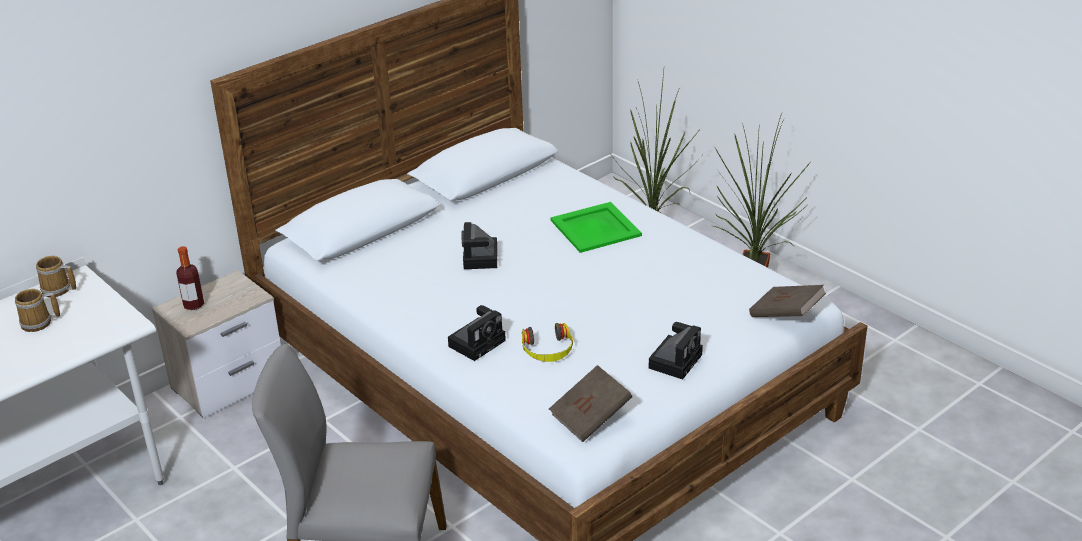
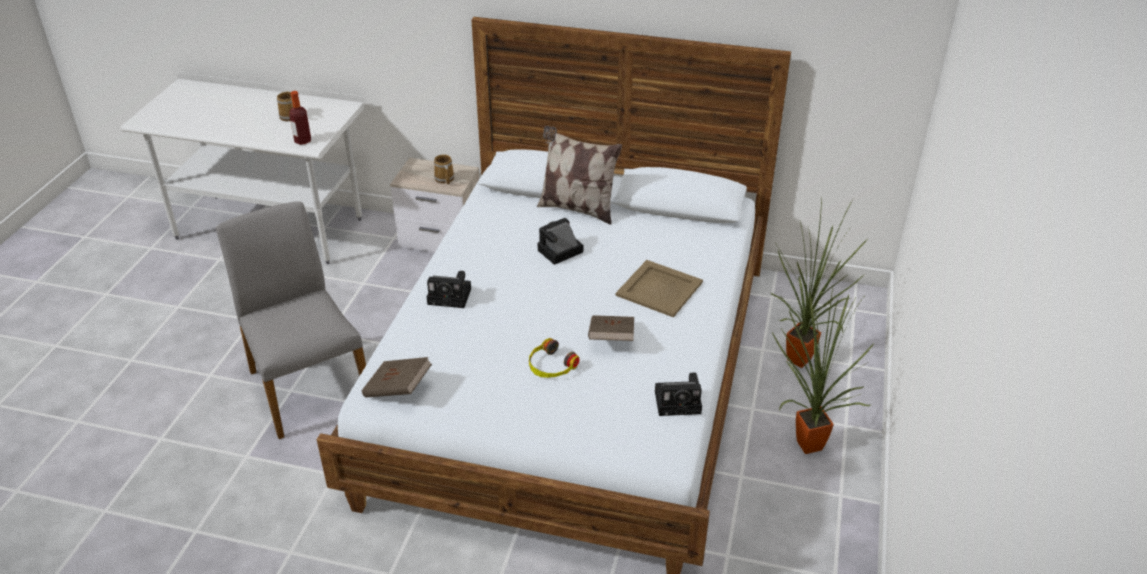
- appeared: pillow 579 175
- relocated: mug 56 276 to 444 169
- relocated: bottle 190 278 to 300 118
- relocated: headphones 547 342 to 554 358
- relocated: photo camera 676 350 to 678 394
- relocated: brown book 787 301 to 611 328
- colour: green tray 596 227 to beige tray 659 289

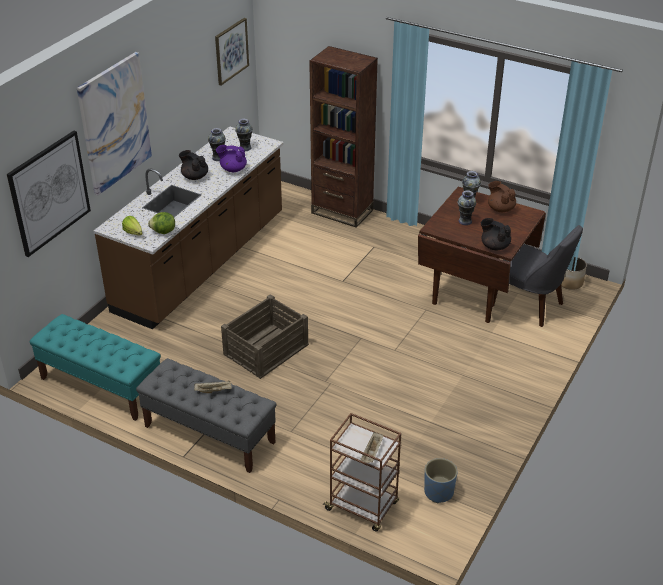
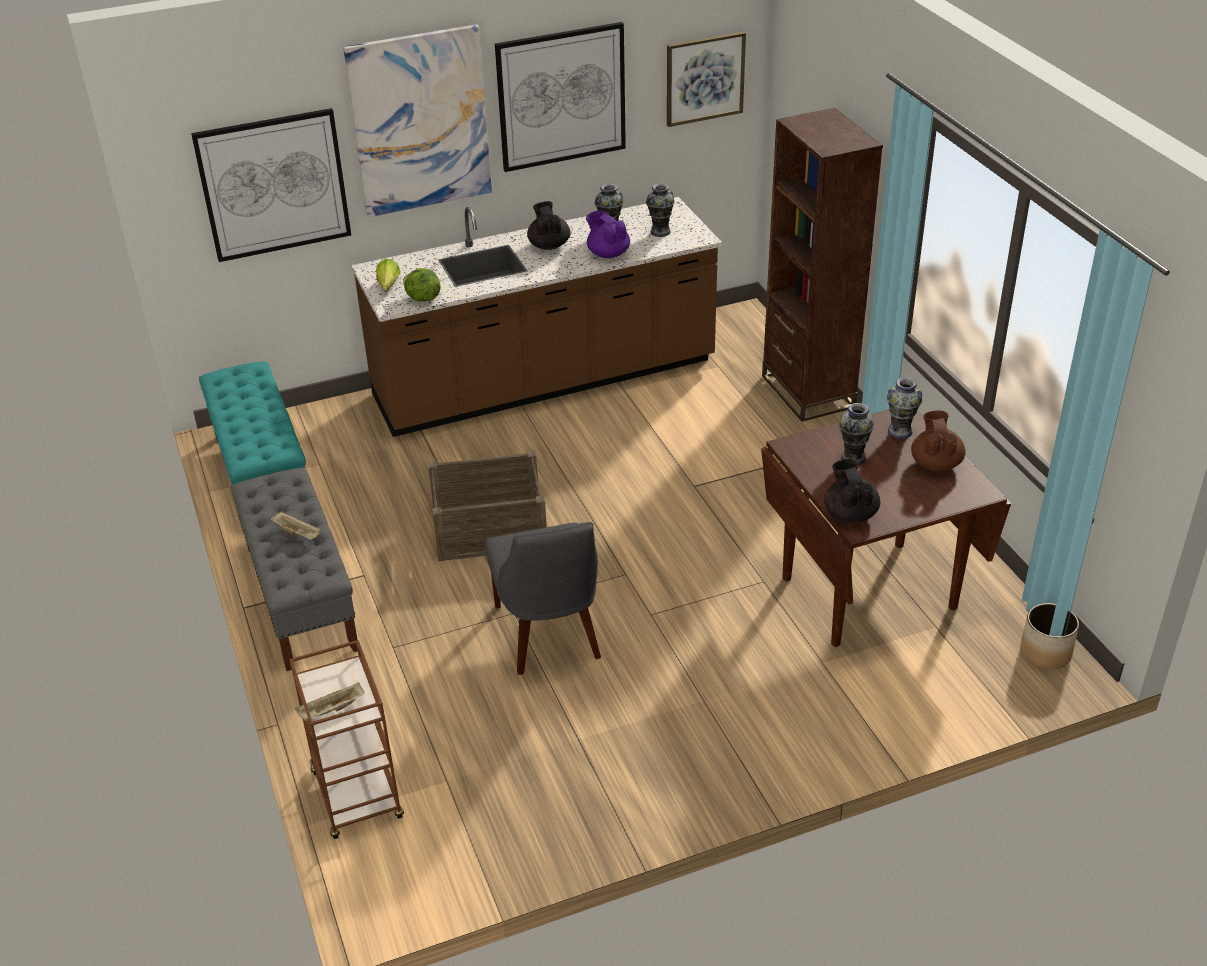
- missing: blue planter 440 480
- appeared: picture 560 97
- relocated: grey chair 537 276 to 543 598

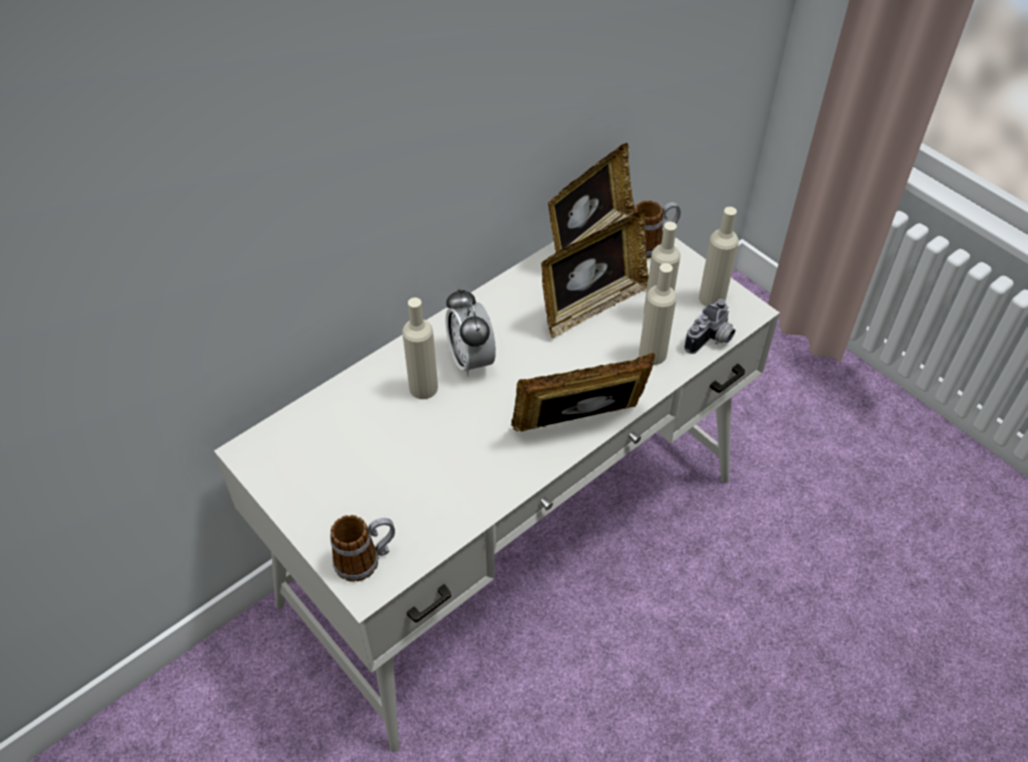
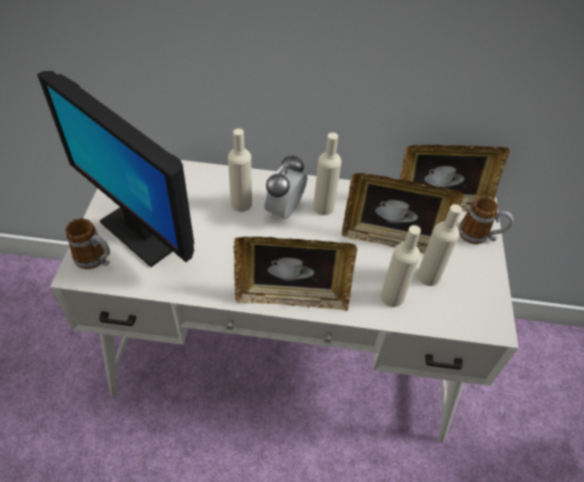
- missing: photo camera 709 326
- appeared: monitor 115 169
- relocated: beige bottle 719 256 to 327 174
- spun: picture frame 583 392 = 295 274 150 degrees clockwise

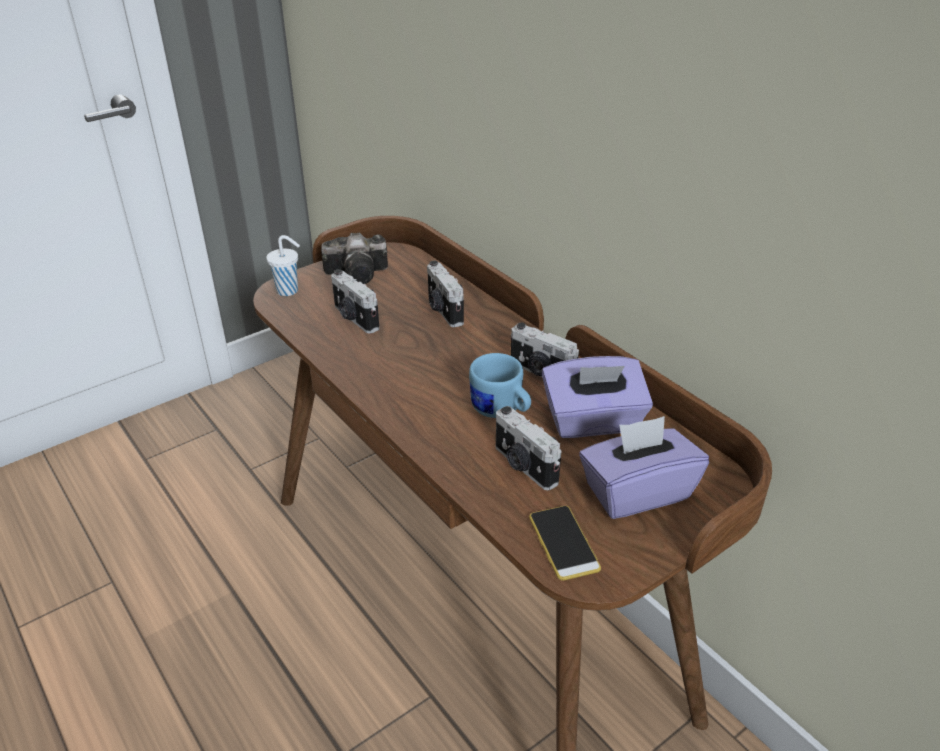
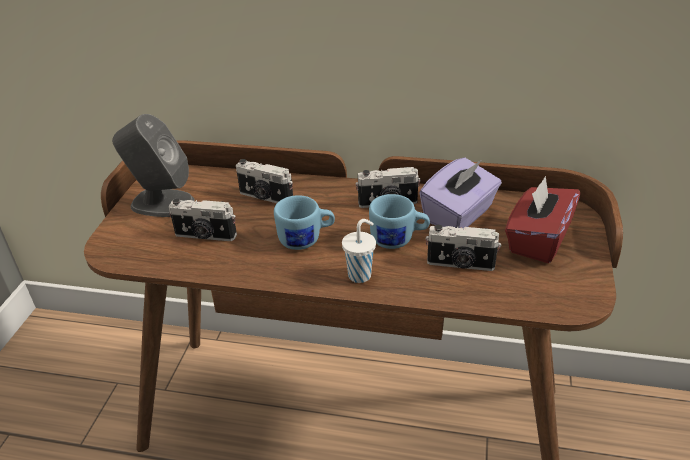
- missing: phone 565 543
- appeared: blue mug 304 222
- relocated: white cup 283 265 to 359 251
- exchanged: photo camera 354 258 to grey speaker 153 165
- colour: purple tissue box 644 467 to red tissue box 542 219

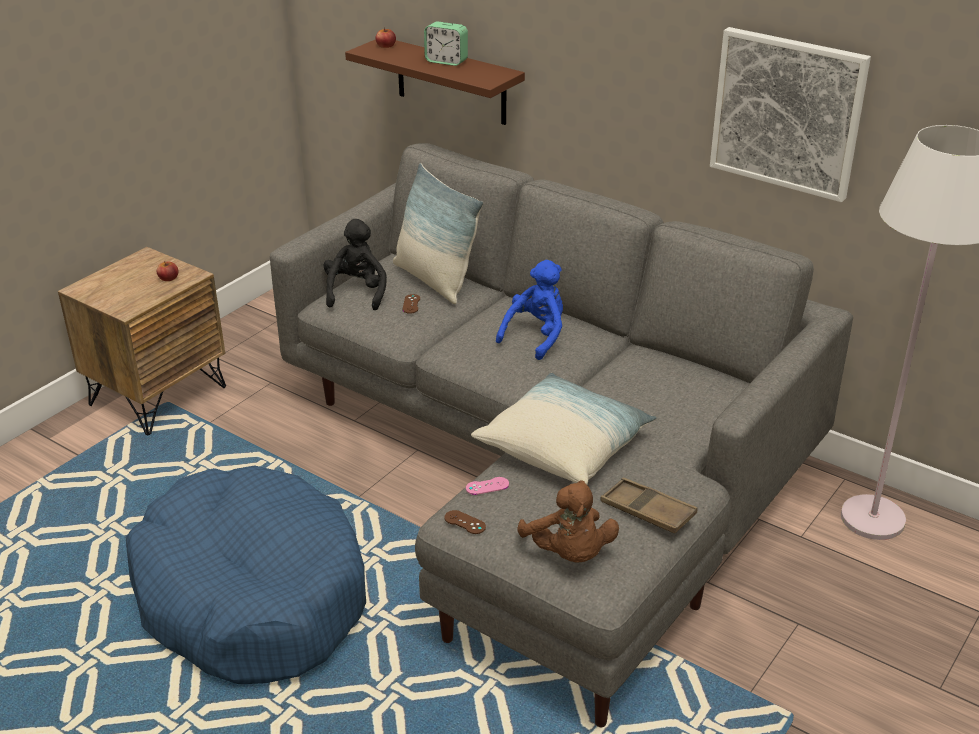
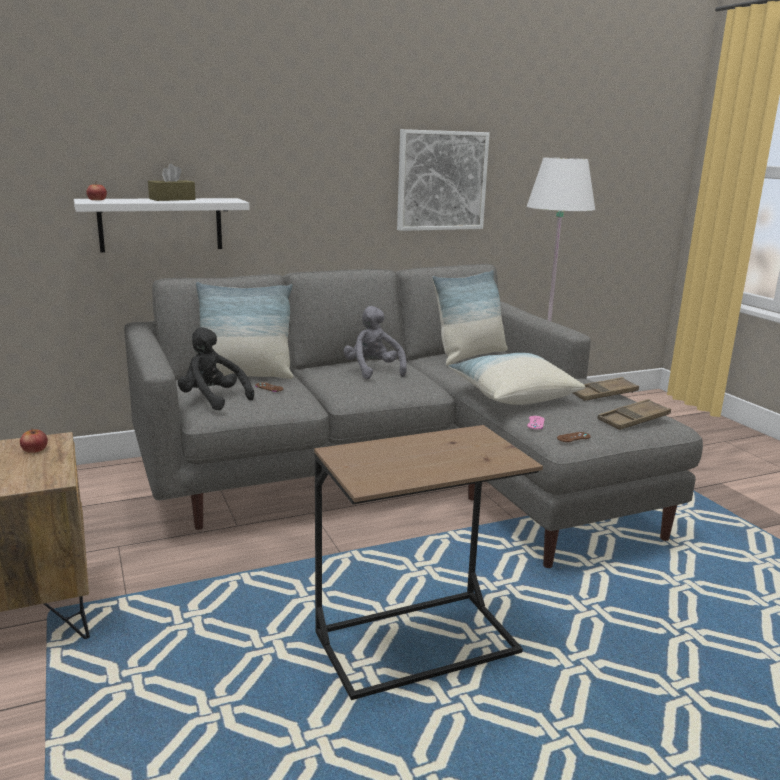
- appeared: pillow 470 318
- exchanged: blue dog bed 246 575 to brown side table 428 562
- exchanged: alarm clock 446 43 to brown tissue box 172 182
- exchanged: brown plush toy 568 521 to brown tray 634 414
- colour: brown shelf 435 82 to white shelf 162 225
- colour: blue plush toy 529 310 to grey plush toy 375 342

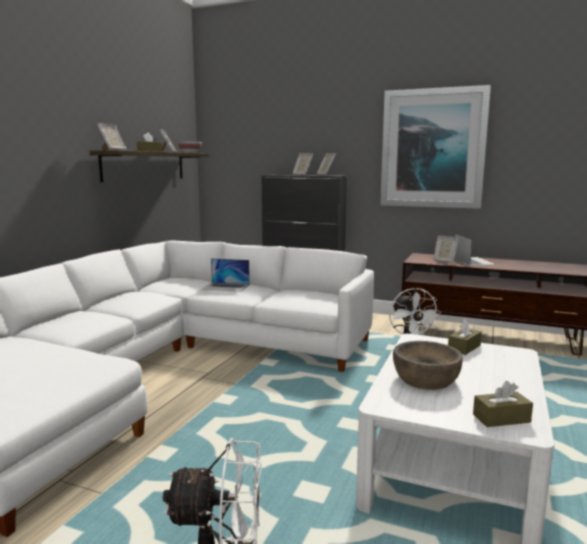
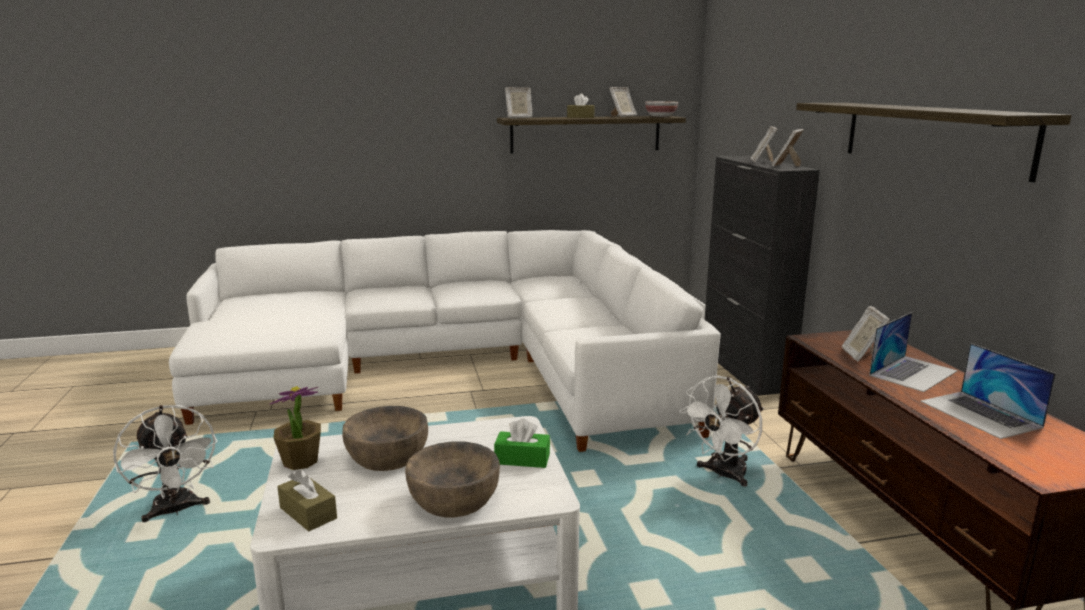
- appeared: potted plant 295 428
- appeared: brown bowl 452 479
- relocated: laptop 226 275 to 988 391
- exchanged: picture 435 147 to shelf 934 142
- colour: brown tissue box 465 337 to green tissue box 522 443

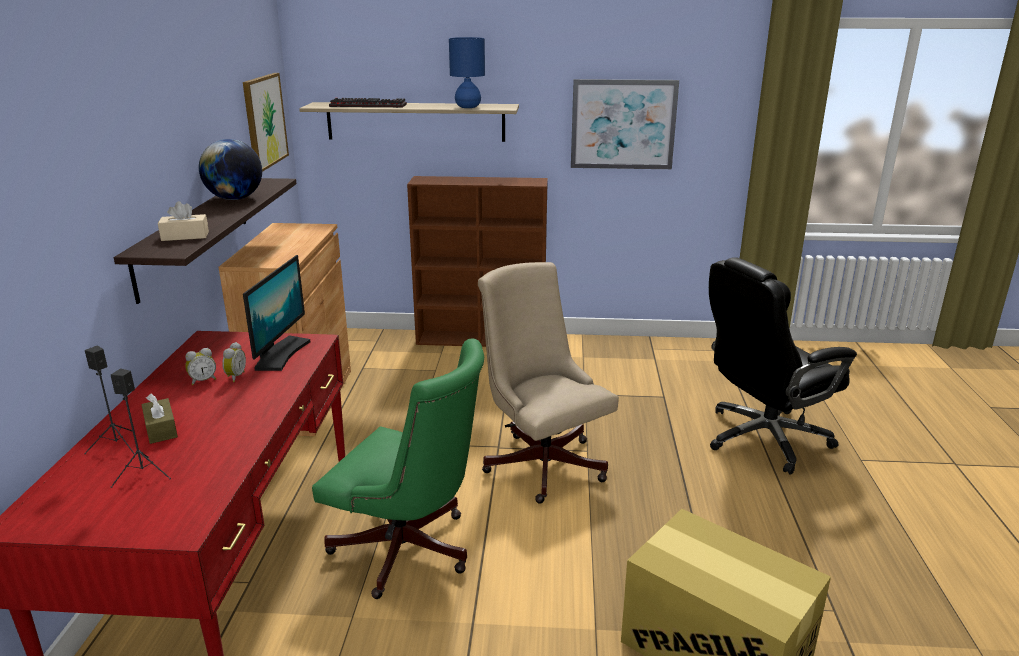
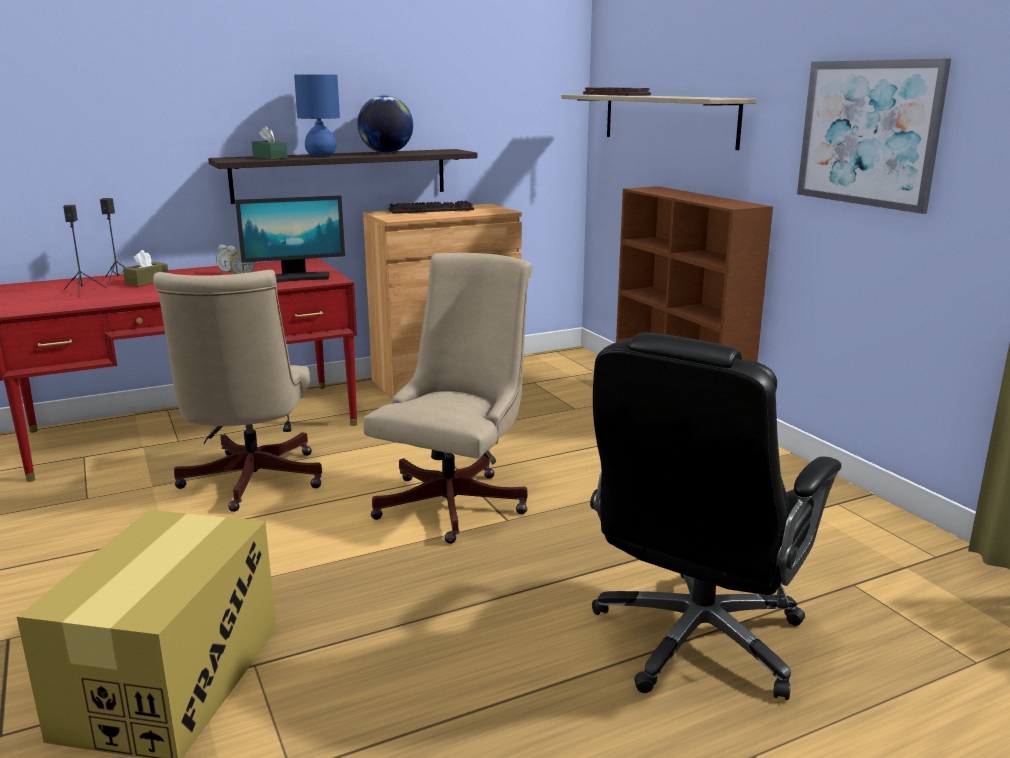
- missing: picture 266 122
- appeared: keyboard 431 207
- relocated: blue table lamp 467 72 to 317 116
- colour: beige tissue box 183 221 to green tissue box 270 143
- colour: green office chair 398 469 to beige office chair 237 391
- spun: black office chair 783 366 = 715 516 90 degrees counterclockwise

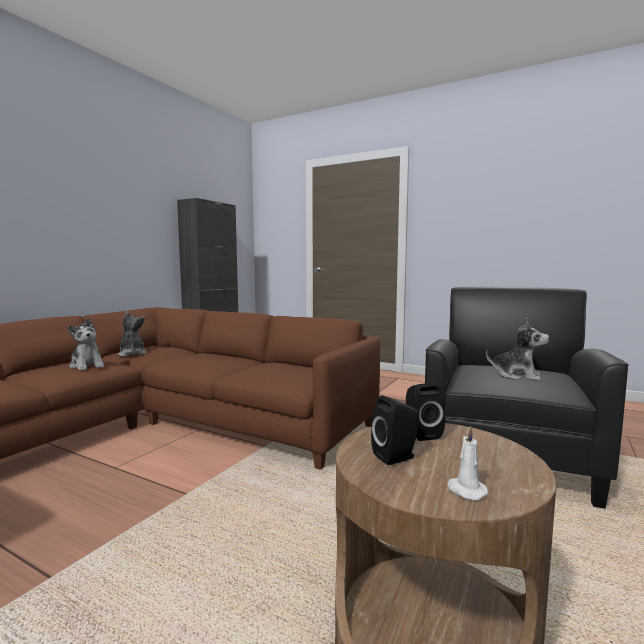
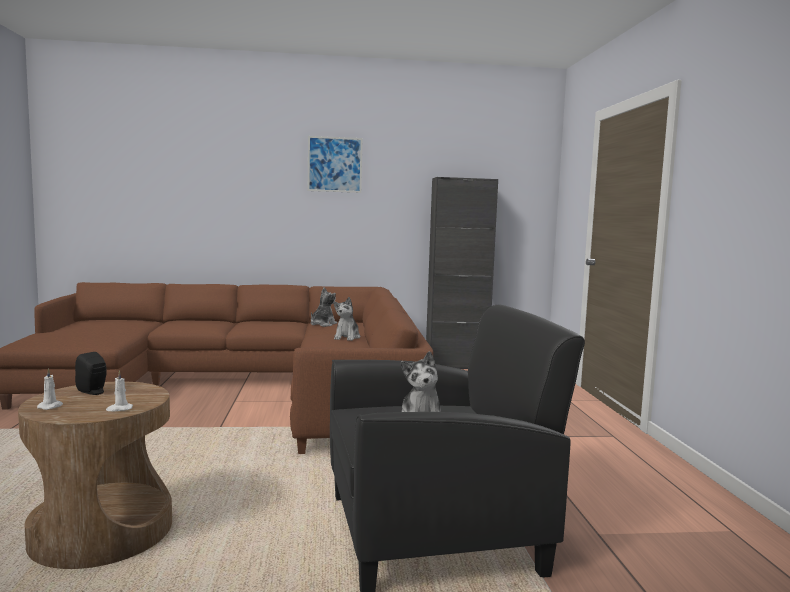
- missing: black speaker 425 412
- appeared: white candle 119 390
- appeared: picture 335 164
- relocated: plush toy 85 344 to 347 319

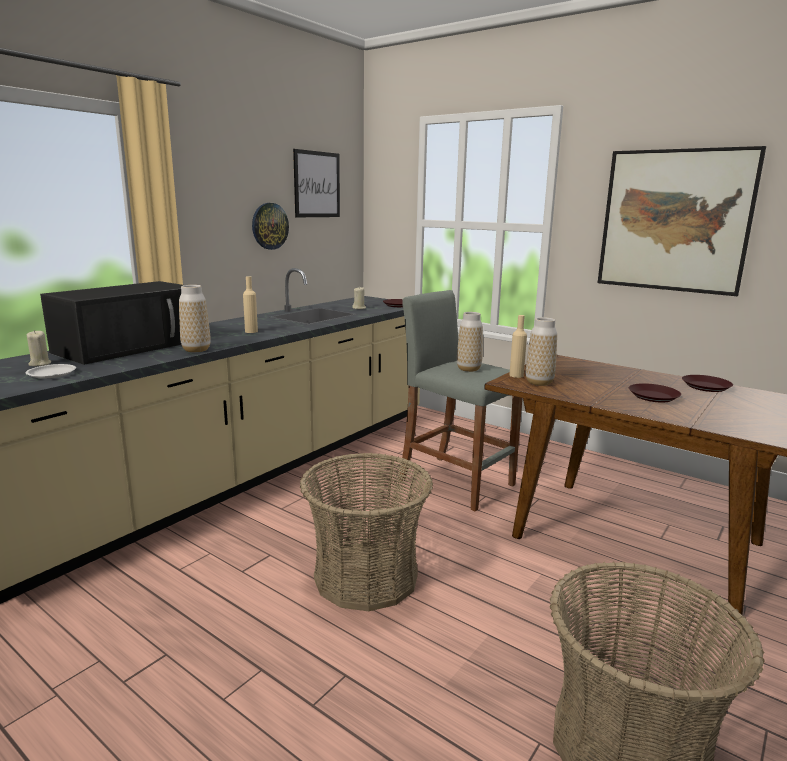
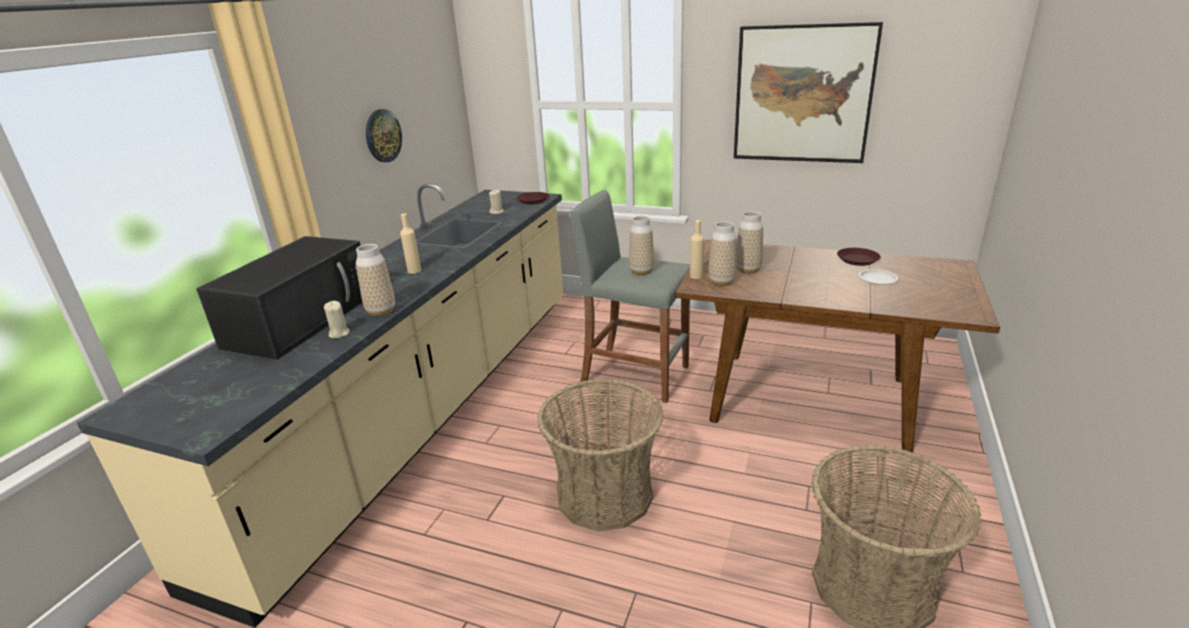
- missing: picture 316 183
- missing: brown plate 655 392
- appeared: vase 750 242
- relocated: white plate 50 371 to 878 277
- relocated: beige candle 39 348 to 336 320

